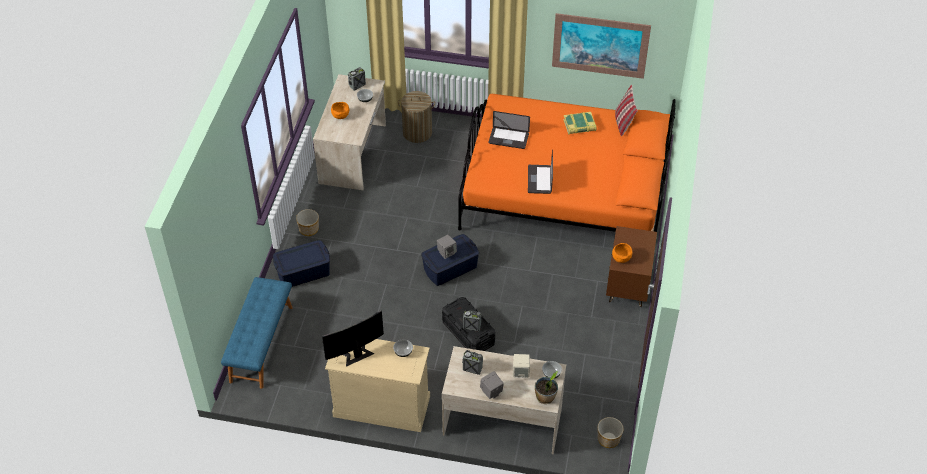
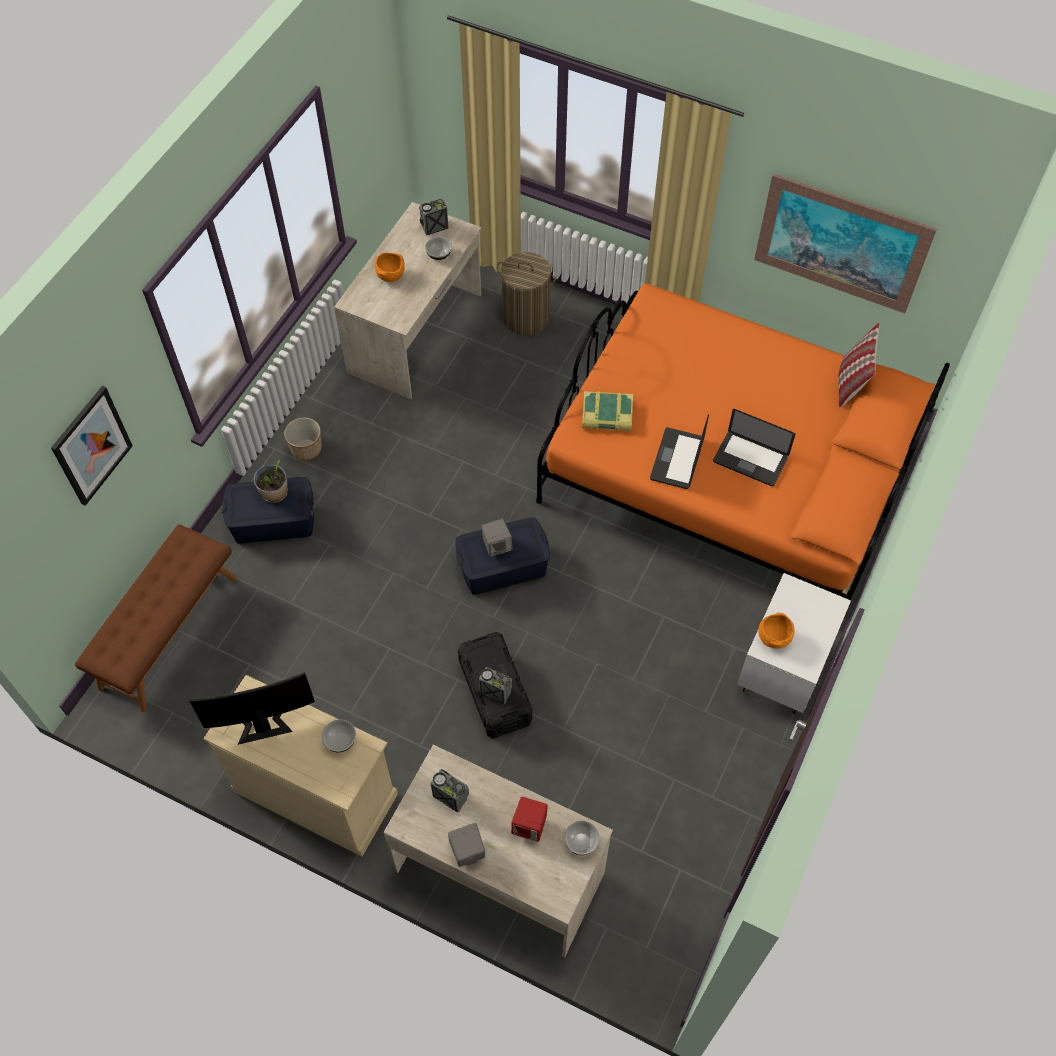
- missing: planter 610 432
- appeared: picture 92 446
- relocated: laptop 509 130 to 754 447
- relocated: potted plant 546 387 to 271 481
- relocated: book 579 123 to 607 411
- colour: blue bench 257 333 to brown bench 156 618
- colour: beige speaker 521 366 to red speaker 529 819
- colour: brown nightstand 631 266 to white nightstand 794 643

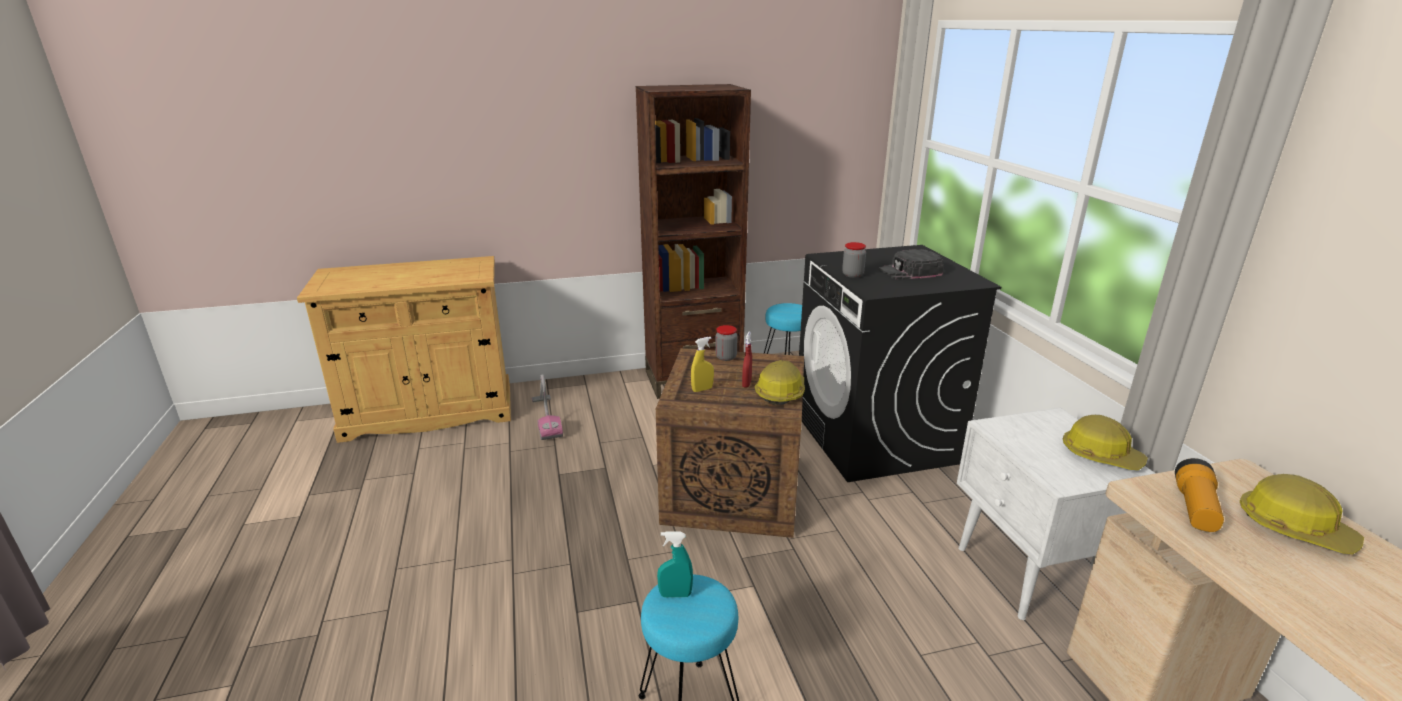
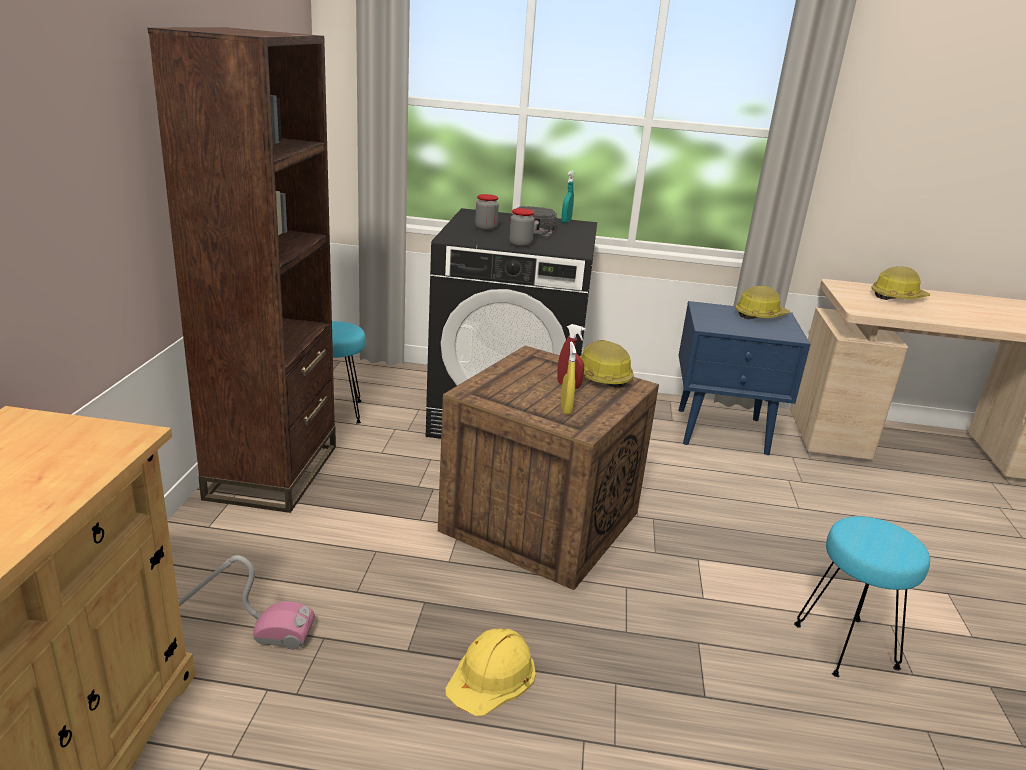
- missing: flashlight 1199 495
- appeared: yellow hard hat 490 672
- relocated: turquoise spray bottle 675 564 to 567 197
- relocated: jar 726 343 to 487 212
- colour: white nightstand 1056 513 to blue nightstand 744 378

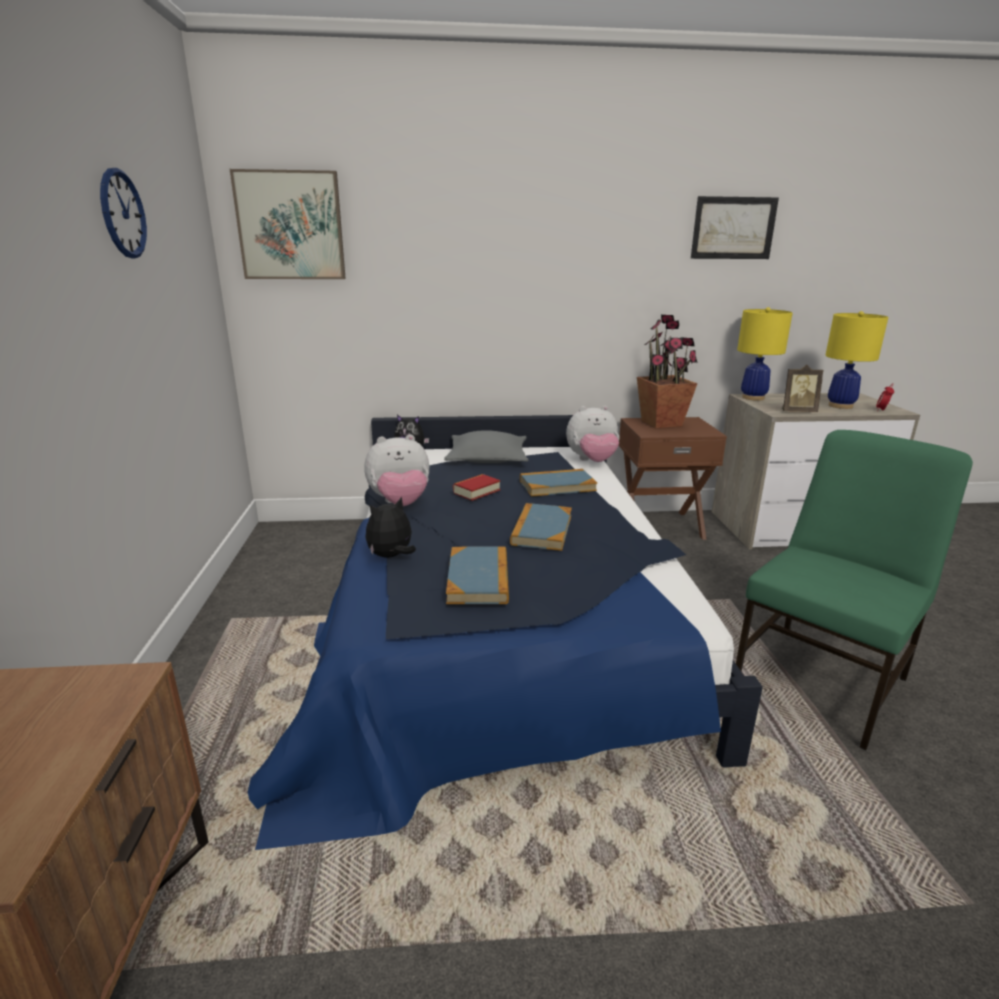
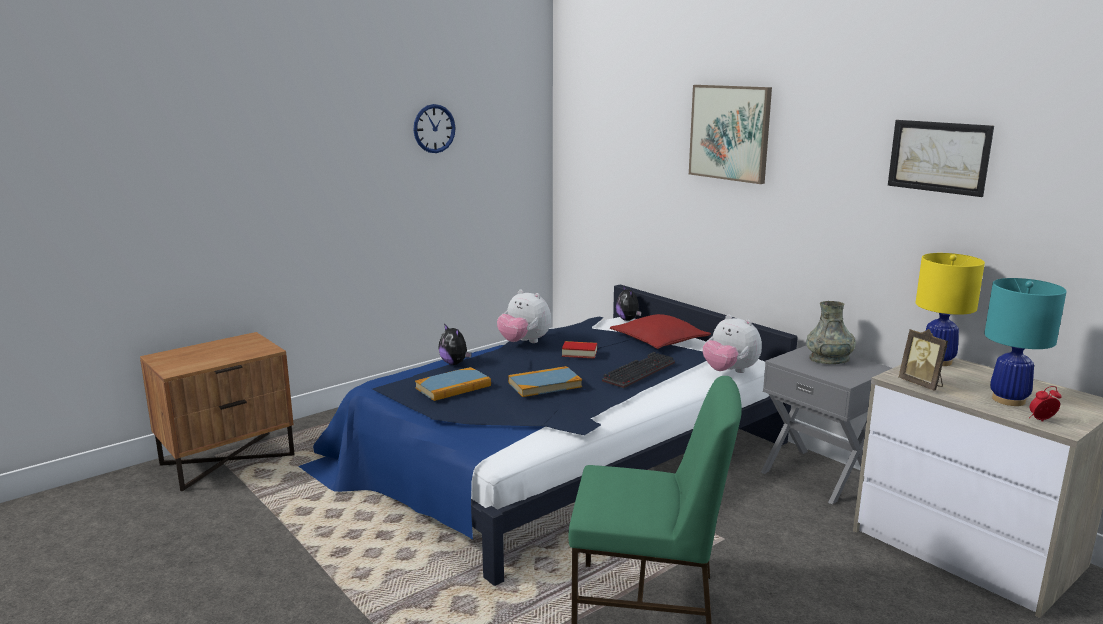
- relocated: picture 288 224 to 730 134
- exchanged: book 558 482 to keyboard 638 370
- exchanged: potted plant 667 371 to grey vase 831 332
- colour: grey pillow 486 446 to red pillow 660 331
- colour: brown nightstand 673 478 to grey nightstand 826 424
- colour: yellow table lamp 856 360 to turquoise table lamp 1025 342
- spun: plush toy 390 527 = 455 344 150 degrees counterclockwise

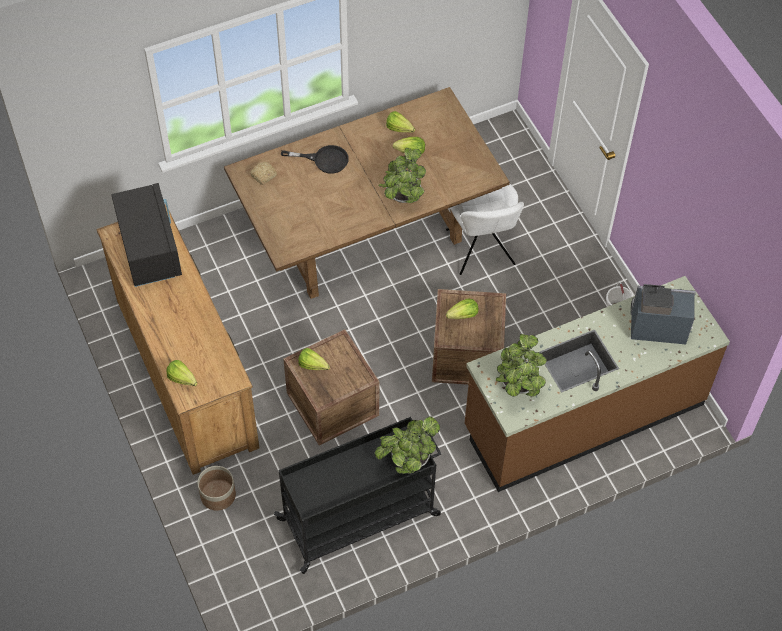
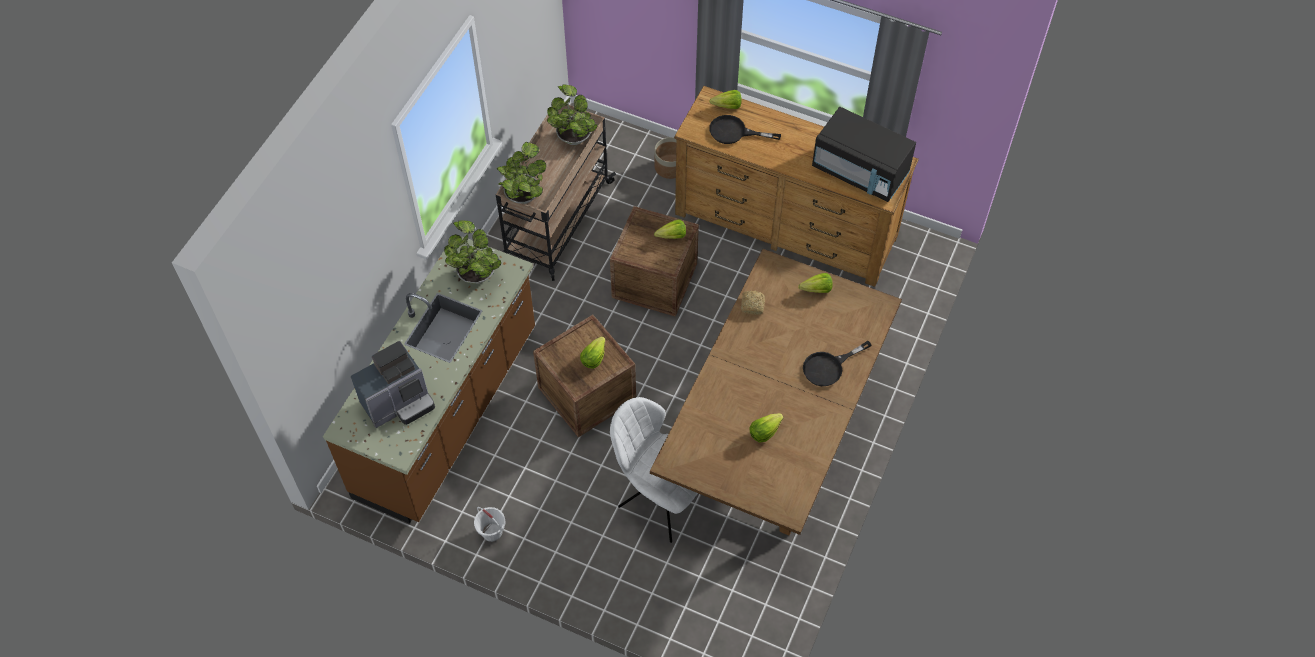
- appeared: black frying pan 745 129
- relocated: bread 263 173 to 753 303
- relocated: potted plant 402 175 to 572 114
- relocated: lettuce 400 122 to 815 283
- colour: black cart 357 495 to beige cart 556 193

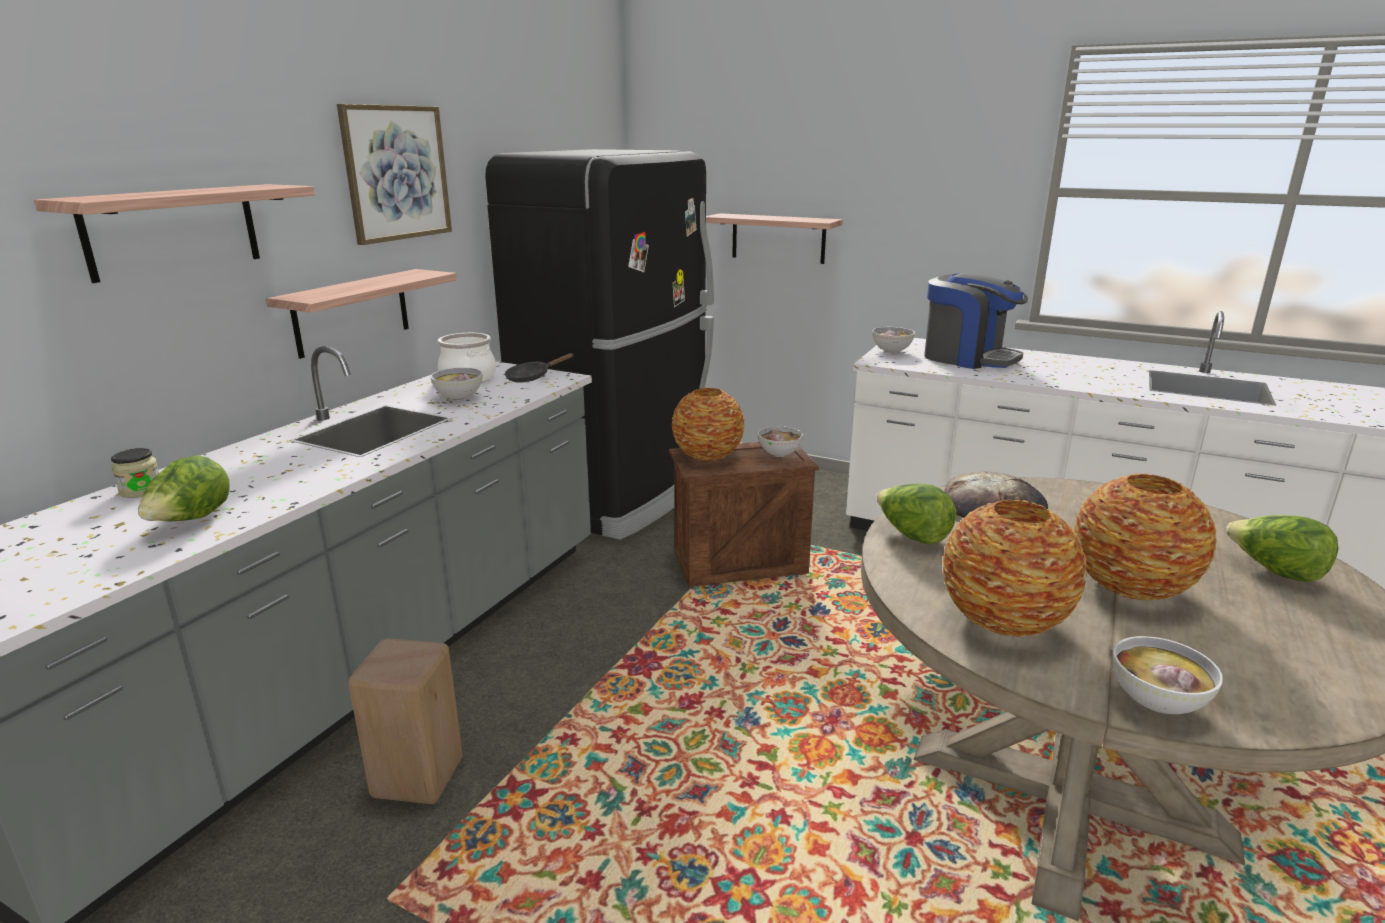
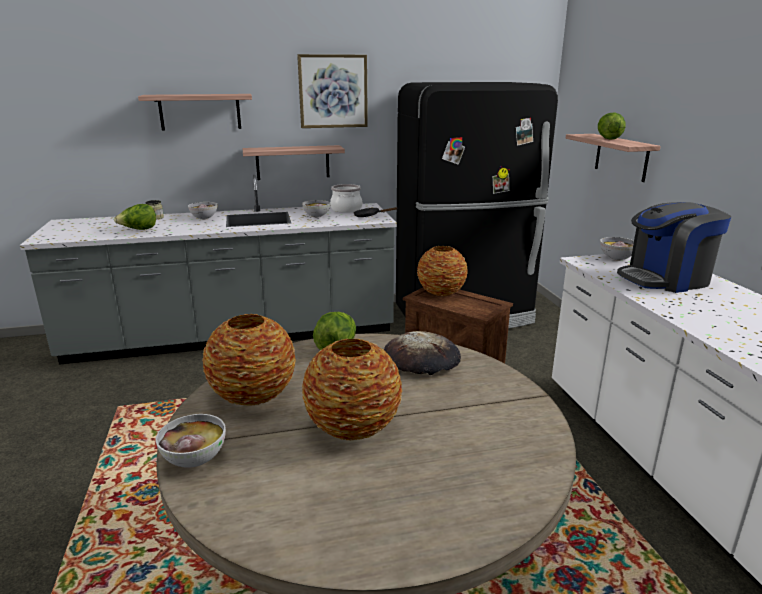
- missing: beige stool 406 721
- relocated: bowl 780 441 to 202 211
- relocated: lettuce 1282 548 to 612 126
- spun: coffee machine 976 321 = 674 247 75 degrees clockwise

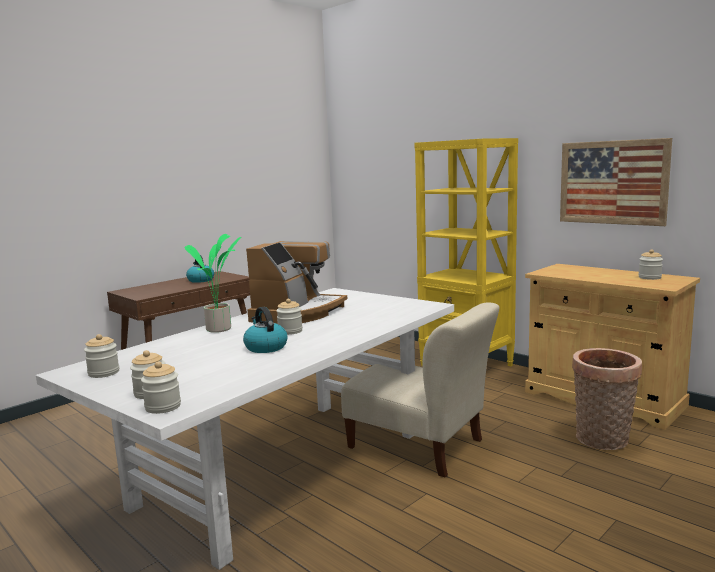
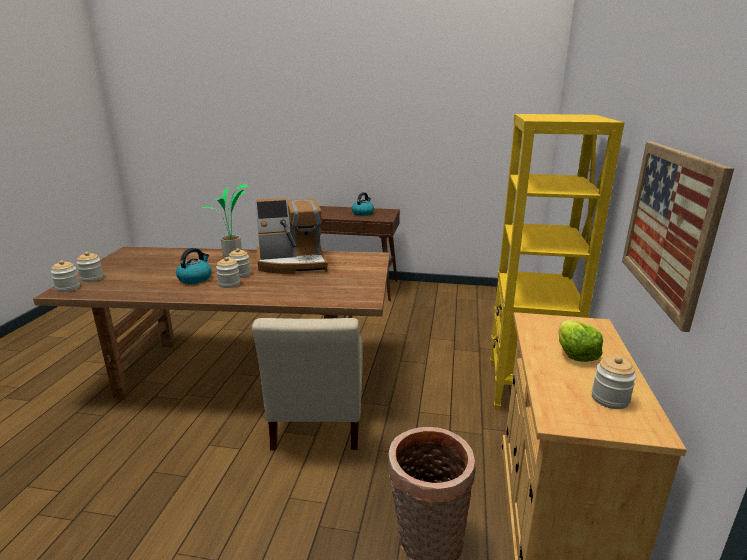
- appeared: lettuce 580 341
- relocated: jar 101 356 to 228 272
- colour: white dining table 245 429 to brown dining table 211 323

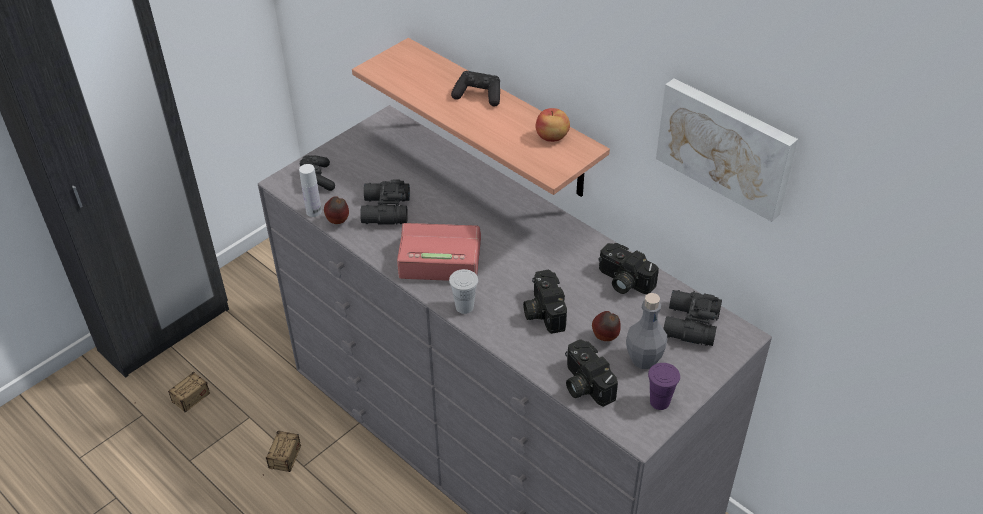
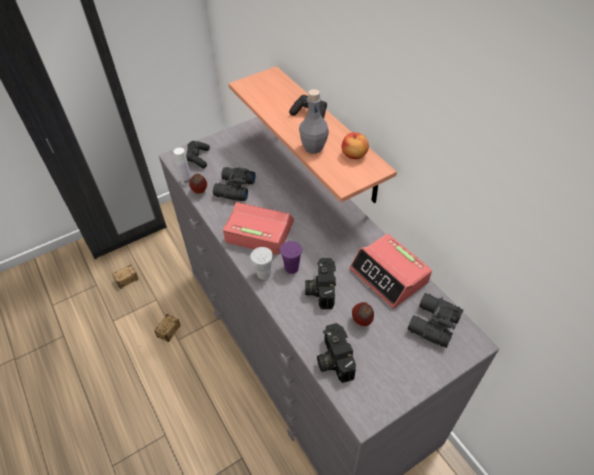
- missing: picture 727 150
- relocated: grey bottle 647 331 to 314 121
- relocated: purple cup 664 386 to 291 257
- exchanged: photo camera 628 268 to alarm clock 391 271

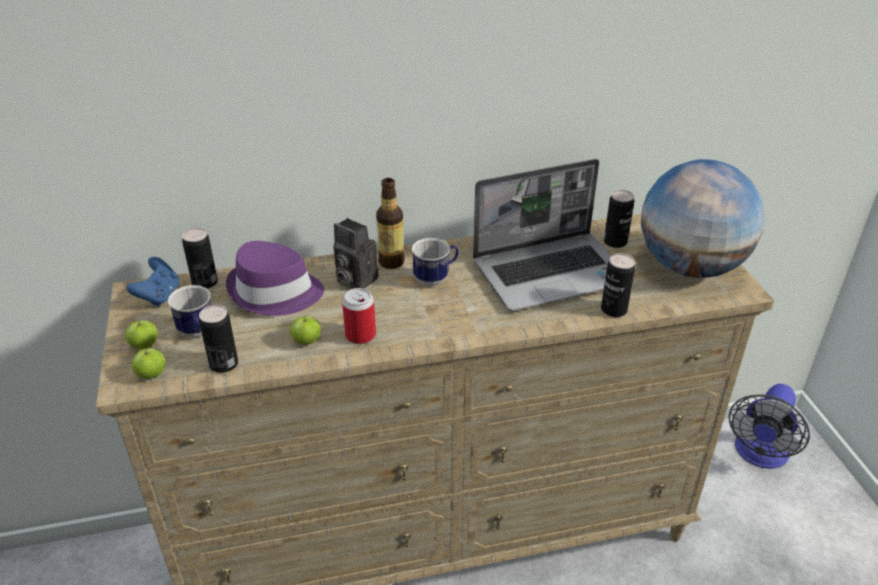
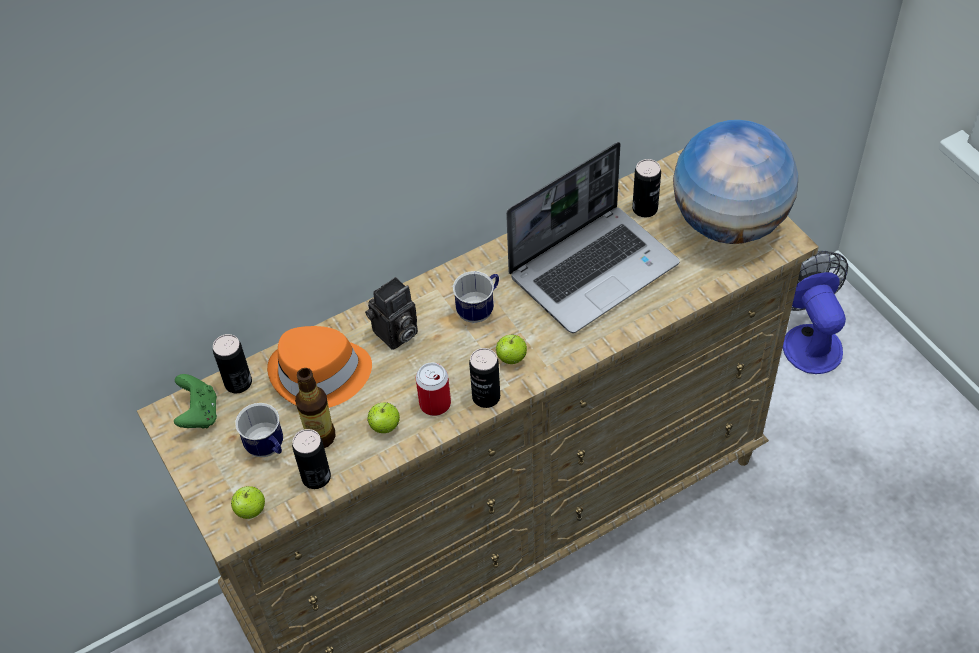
- relocated: apple 141 334 to 511 349
- relocated: bottle 390 223 to 315 408
- relocated: can 618 285 to 484 378
- colour: blue game controller 153 282 to green game controller 195 401
- colour: purple hat 275 278 to orange hat 319 367
- spun: photo camera 355 253 = 391 313 60 degrees counterclockwise
- spun: fan 769 426 = 815 312 150 degrees clockwise

